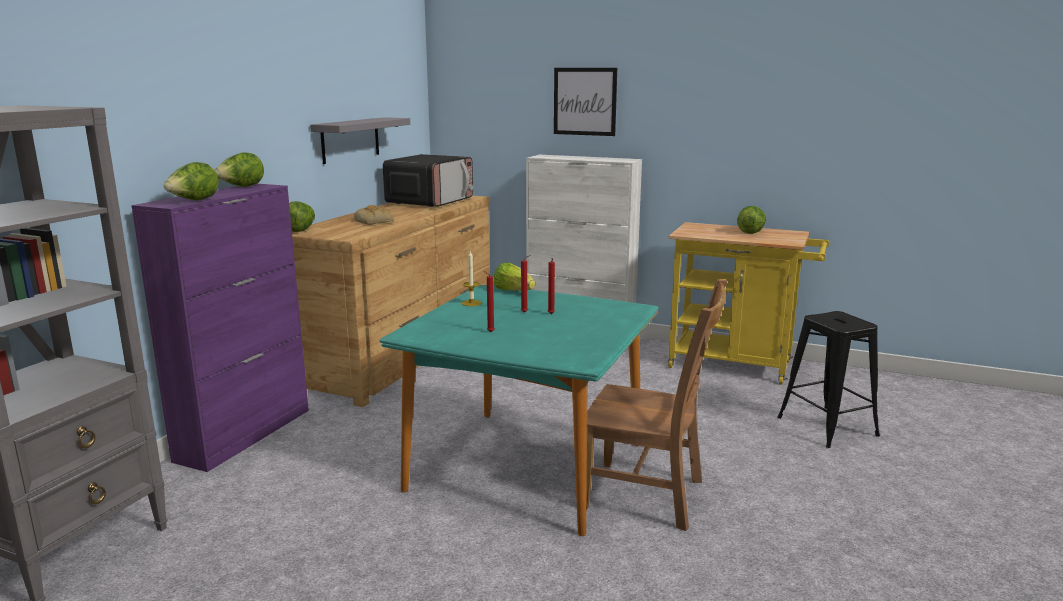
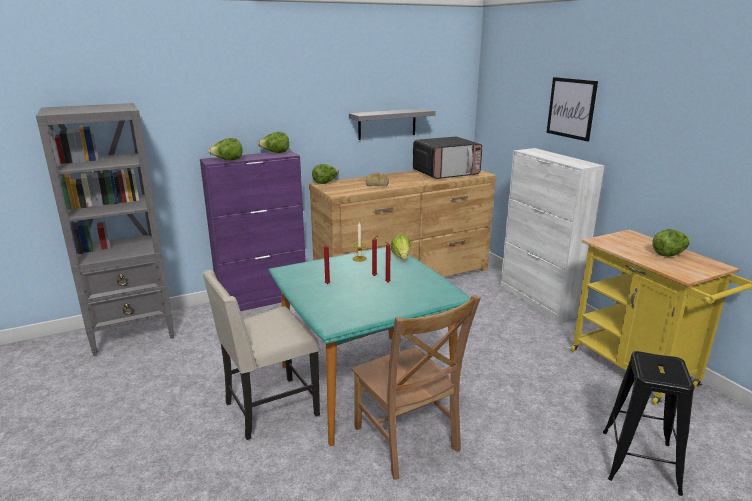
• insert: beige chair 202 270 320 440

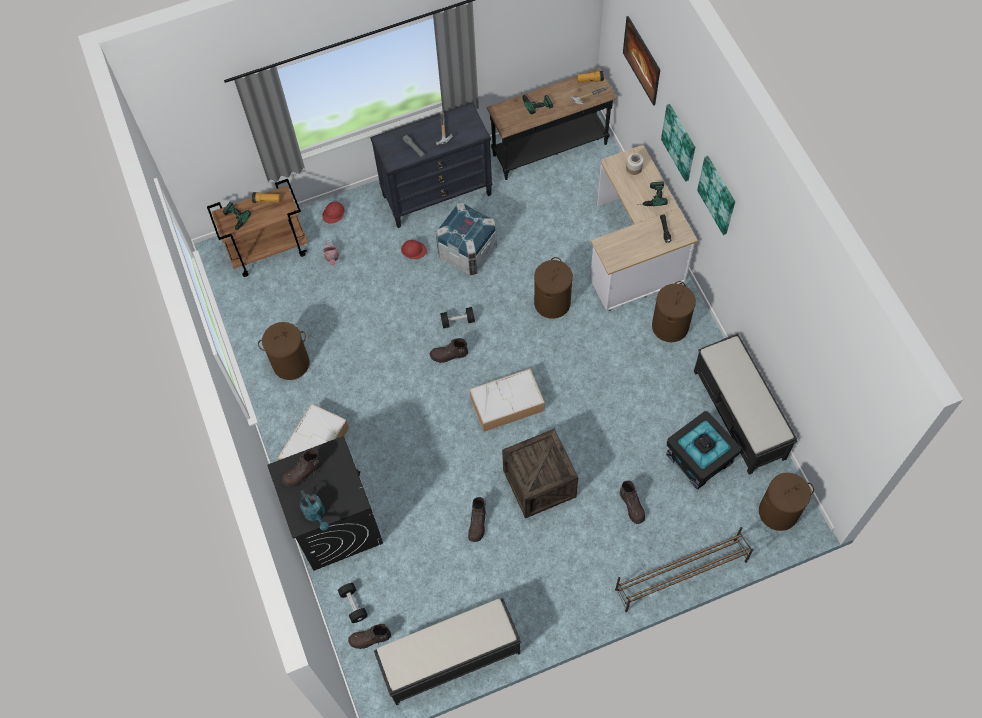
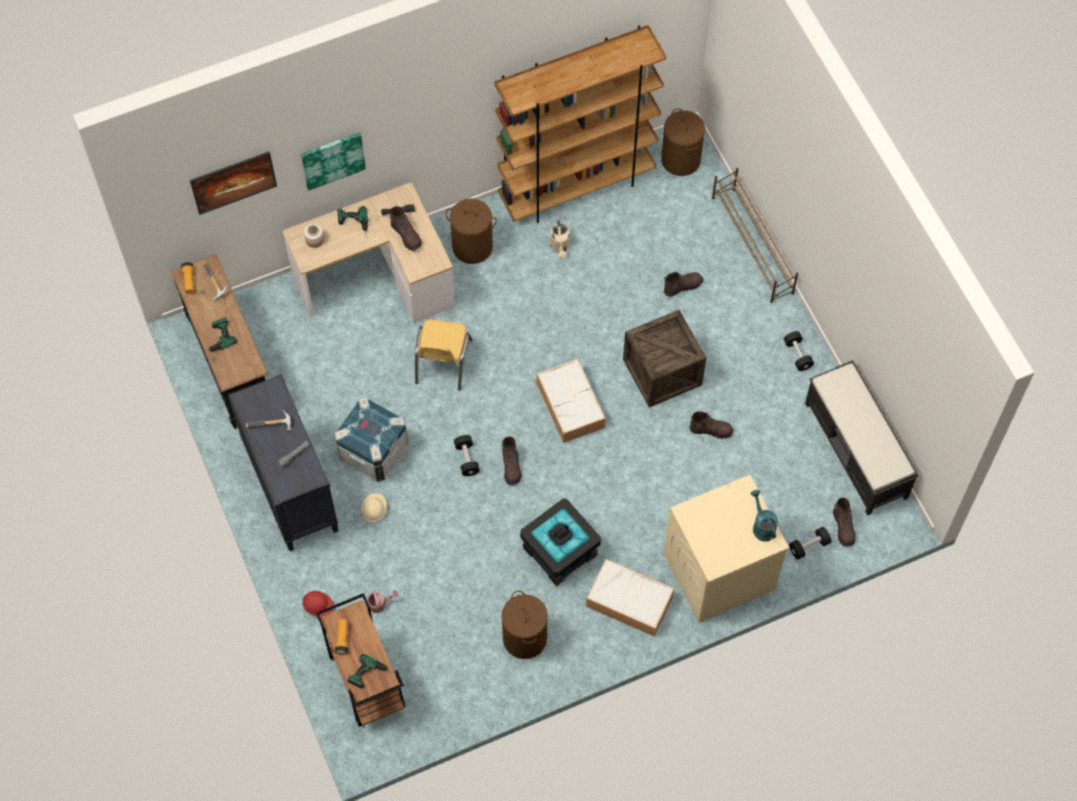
• delete: picture 697 156 735 235
• insert: beige watering can 550 218 570 259
• insert: black dumbbell 784 331 814 371
• move: brown boot 282 449 322 487 to 389 206 422 251
• move: black storage box 666 411 741 490 to 520 498 601 586
• replace: brown laundry basket 534 257 573 319 to yellow chair 415 319 472 391
• replace: black bench 694 333 798 475 to brown bookcase 495 25 666 223
• recolor: black washing machine 267 436 383 571 to beige washing machine 664 475 789 623
• recolor: red hard hat 401 240 427 259 to beige hard hat 361 493 387 522
• rotate: turquoise watering can 300 490 329 531 = 750 490 778 541 75 degrees counterclockwise

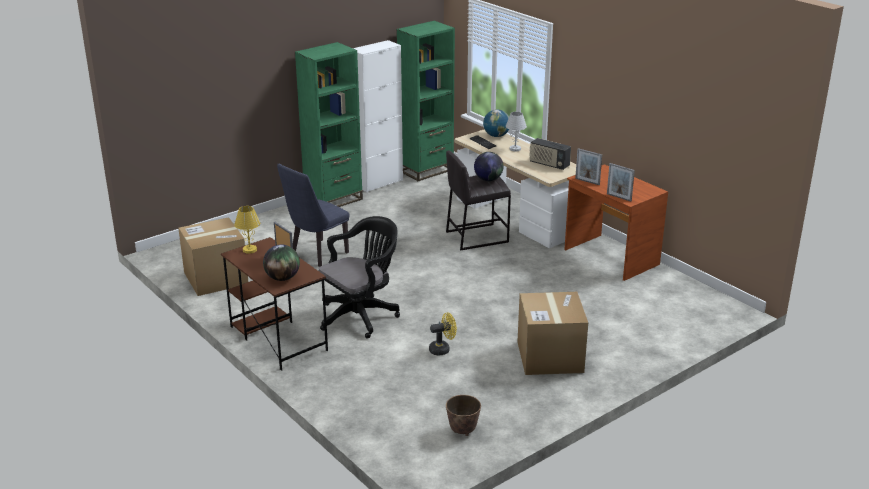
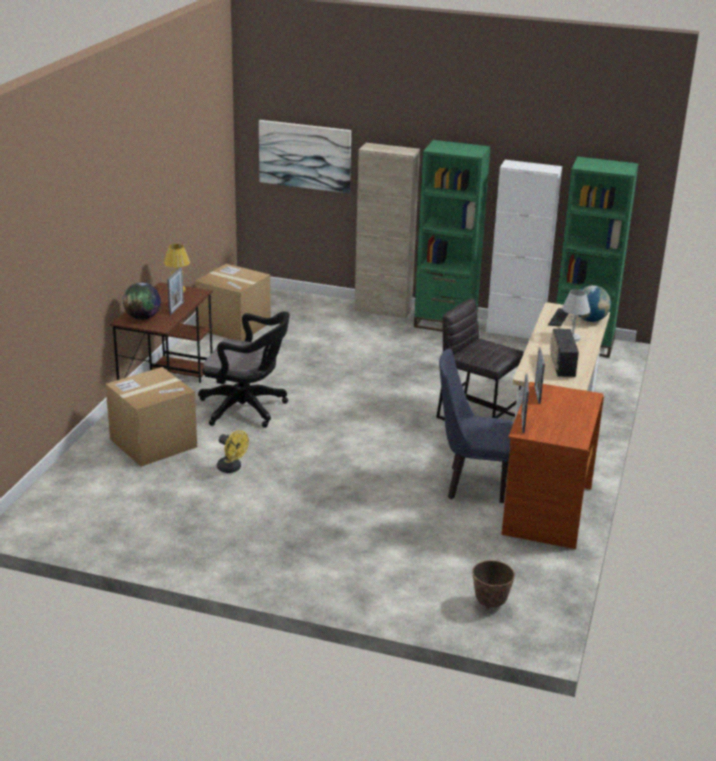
• delete: globe 474 152 504 181
• insert: picture 259 120 351 193
• insert: beige cabinet 354 143 420 319
• move: blue chair 277 163 350 267 to 439 349 513 503
• move: planter 446 395 481 436 to 472 560 515 610
• move: cardboard box 517 292 588 375 to 105 367 197 467

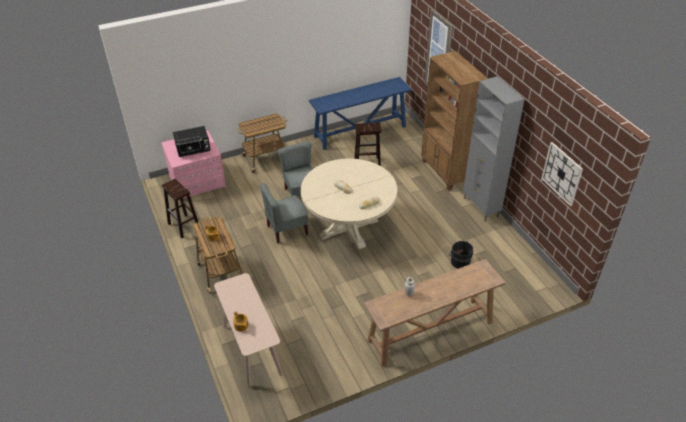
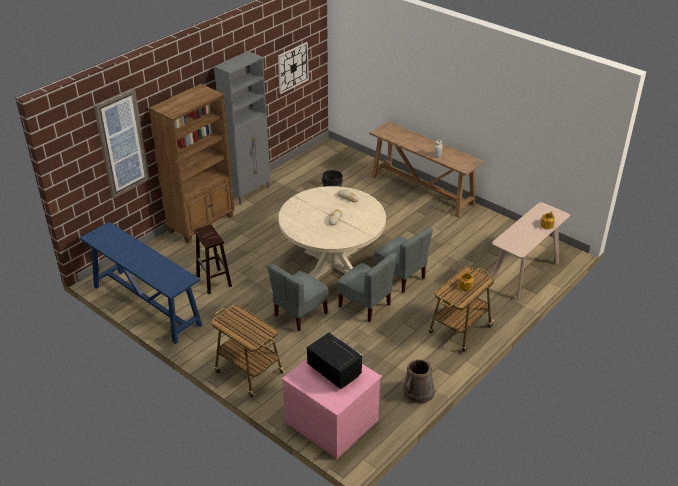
• insert: grey chair 374 227 433 293
• replace: brown stool 161 179 199 238 to brown bucket 403 360 435 403

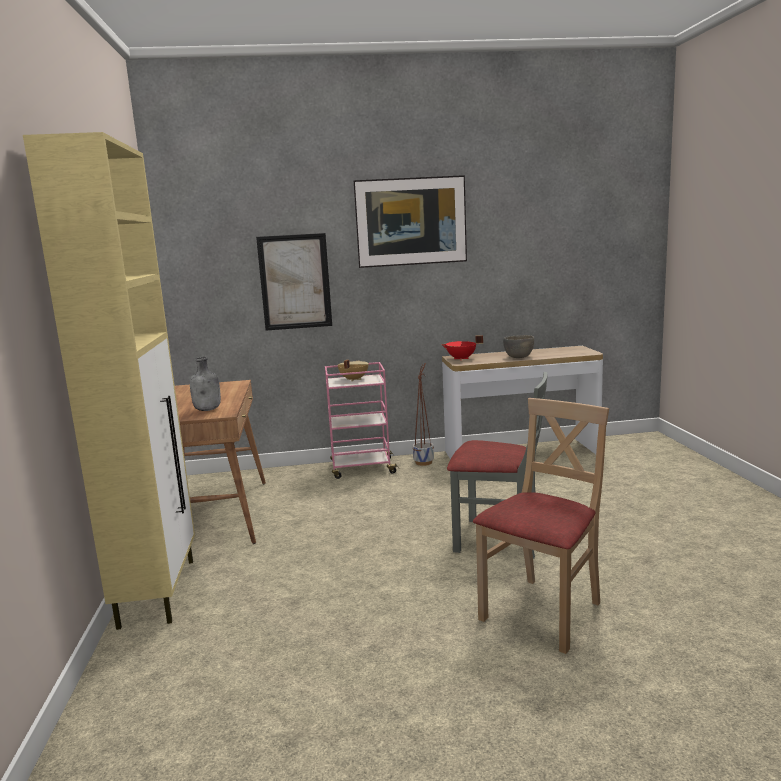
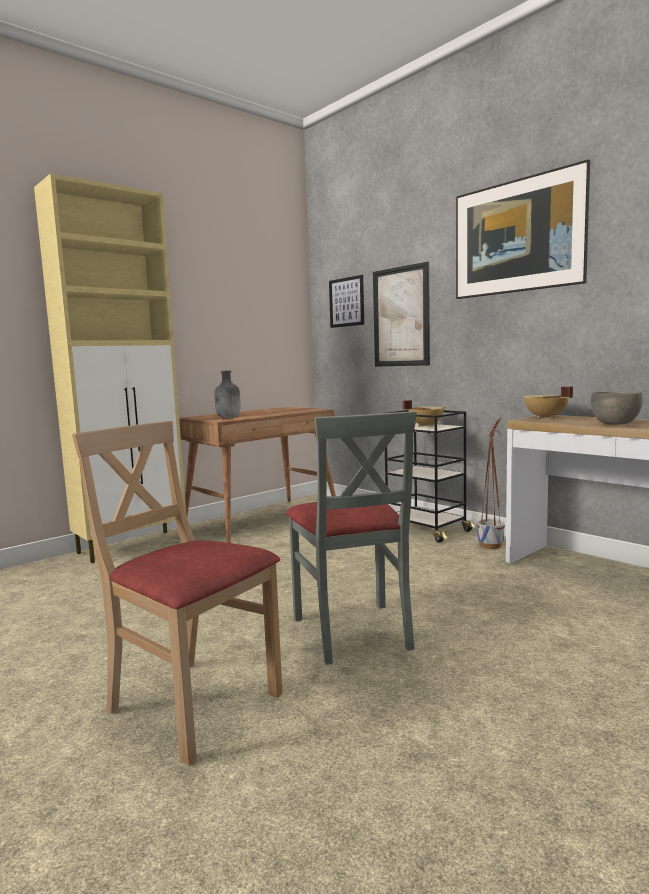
• insert: picture 329 275 364 328
• recolor: pink cart 325 362 399 479 to black cart 385 410 475 543
• recolor: red cooking pot 442 335 483 360 to beige cooking pot 524 386 573 419
• rotate: beige chair 473 398 609 654 = 72 421 283 766 150 degrees counterclockwise

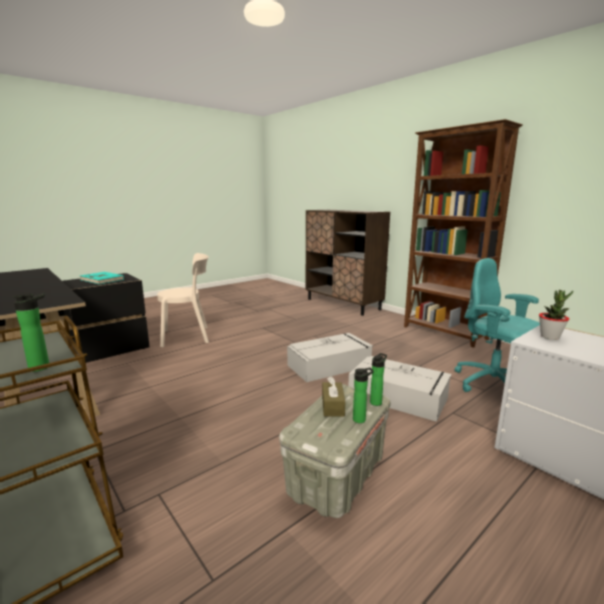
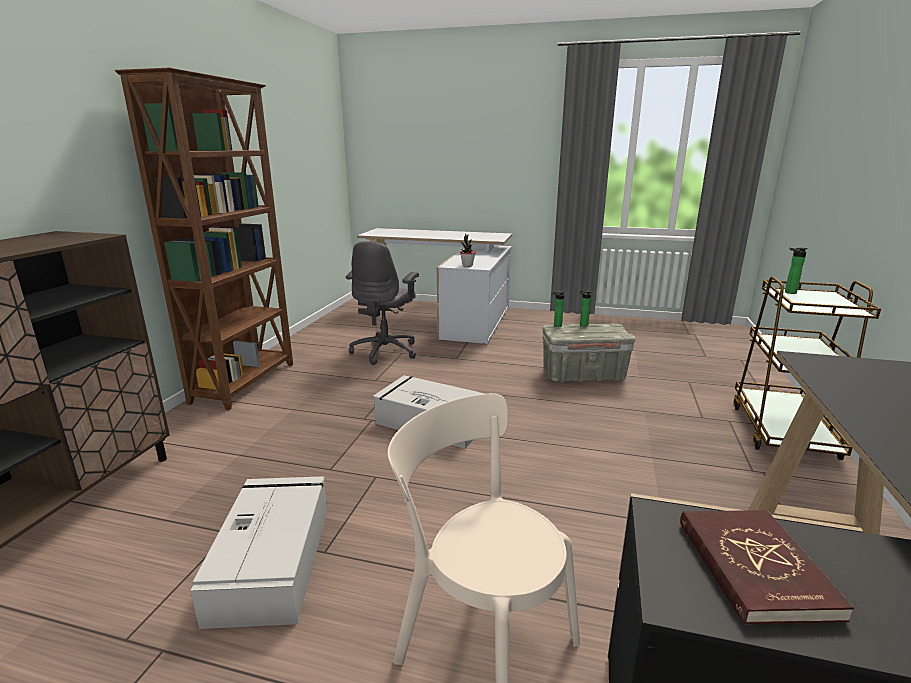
• delete: brown tissue box 322 376 345 417
• move: grey storage box 348 356 452 422 to 190 476 327 629
• recolor: turquoise book 80 272 124 284 to red book 680 510 854 625
• recolor: turquoise office chair 455 258 540 392 to grey office chair 346 241 419 365

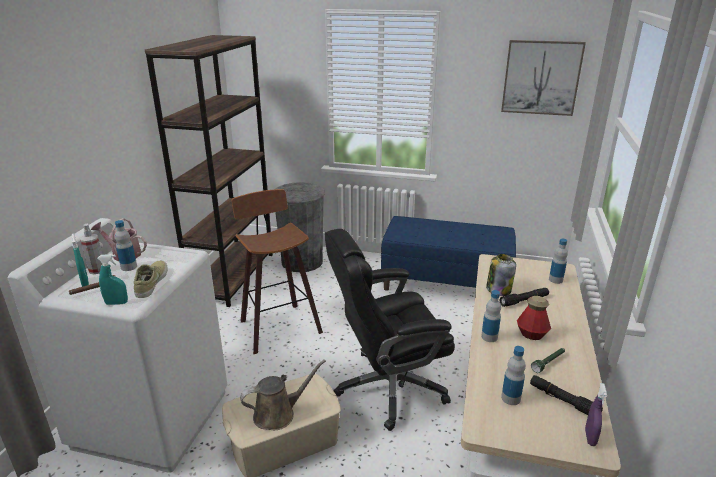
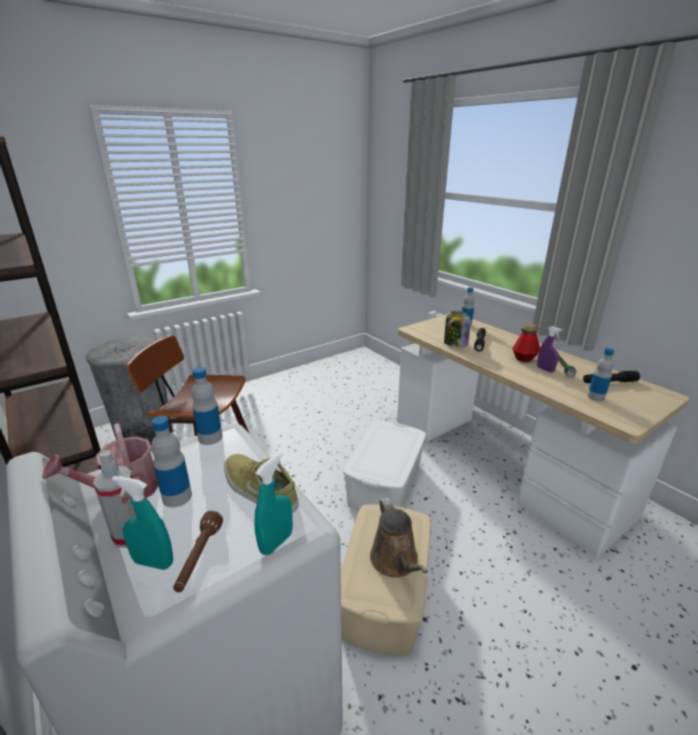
• delete: blue bench 381 216 516 291
• delete: picture 501 40 586 116
• move: bottle 481 290 501 342 to 191 367 222 445
• move: purple spray bottle 585 383 607 446 to 537 326 563 372
• replace: black office chair 325 229 455 431 to white storage box 343 421 426 511
• rotate: brown watering can 240 360 326 430 = 370 498 428 577 150 degrees clockwise

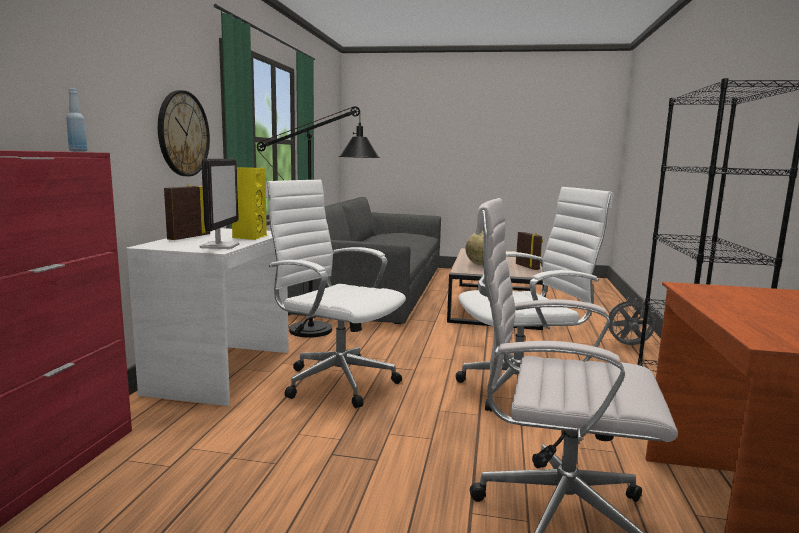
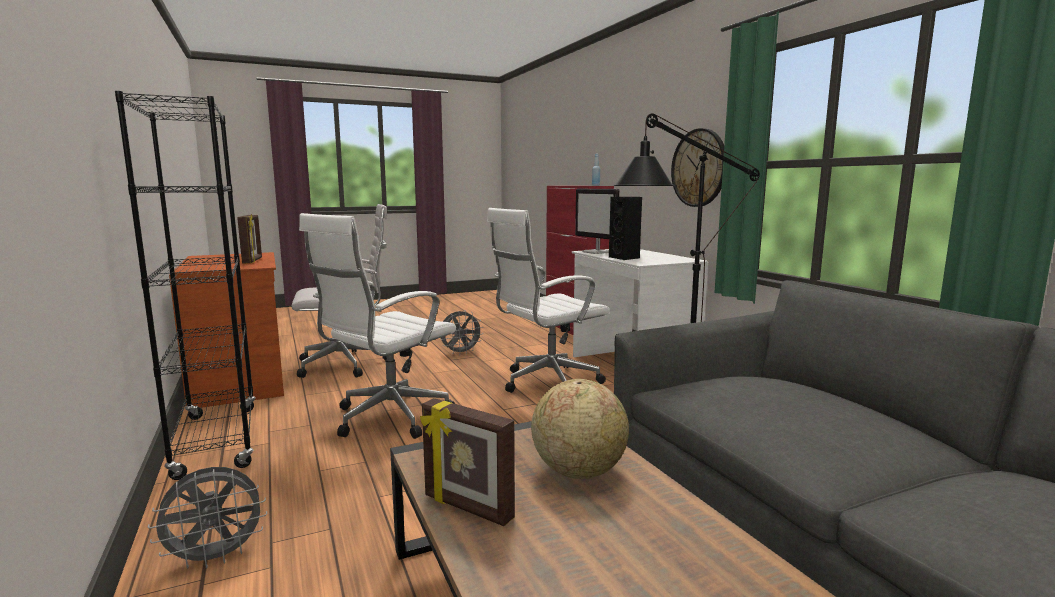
• insert: grey fan 441 310 483 354
• move: picture frame 164 184 210 240 to 237 214 262 263
• recolor: yellow speaker 232 167 267 240 to black speaker 609 197 642 260
• rotate: white office chair 265 180 406 408 = 487 208 610 393 150 degrees clockwise

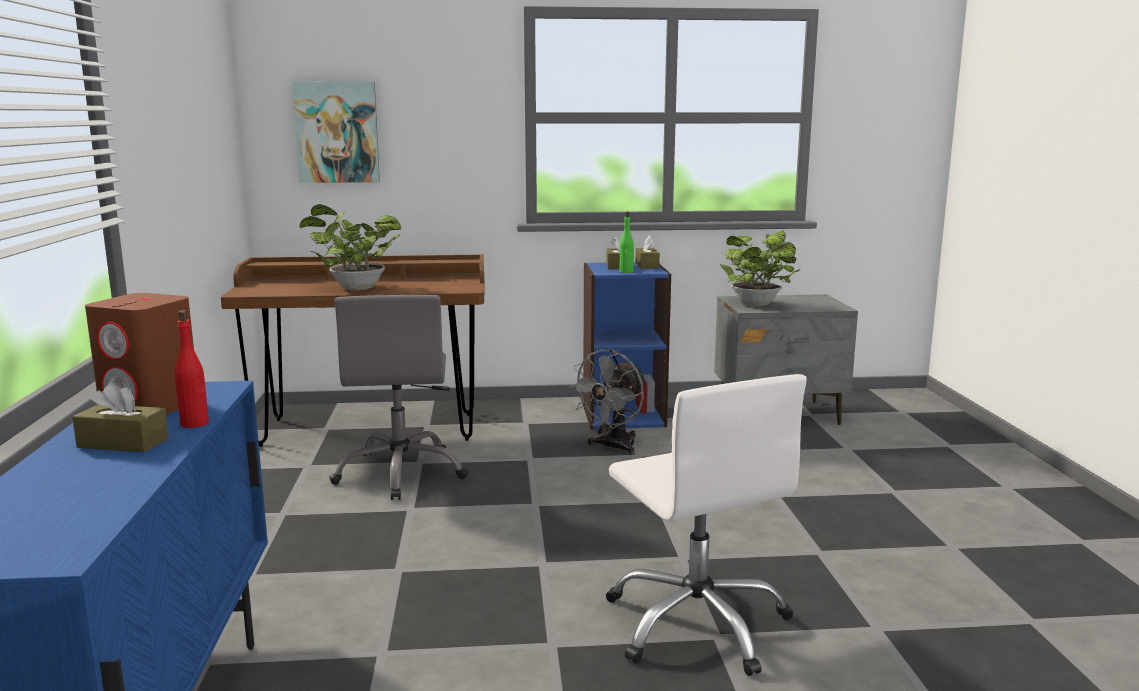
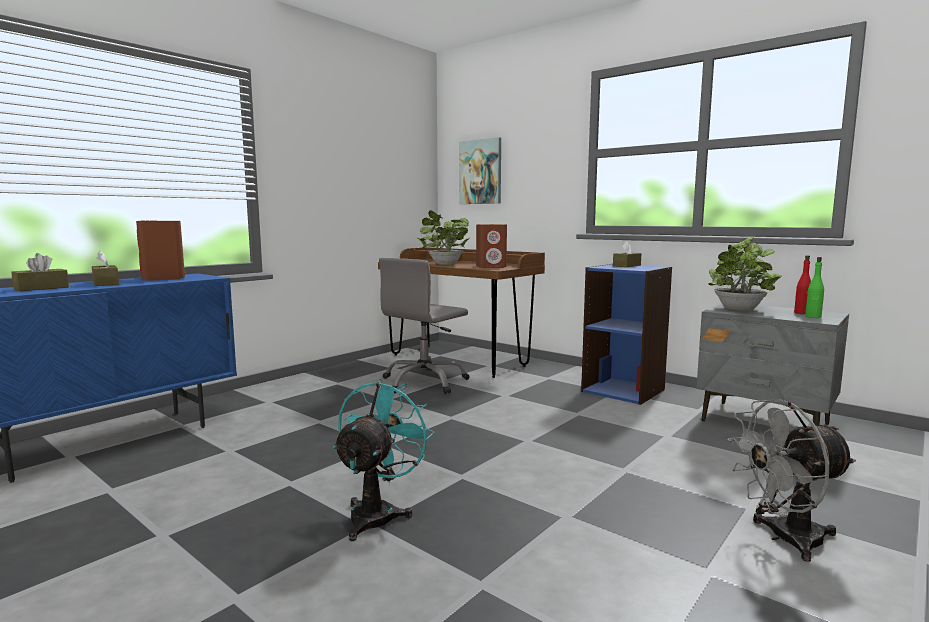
• insert: brown speaker 476 224 507 268
• move: red bottle 175 310 209 428 to 794 255 811 314
• move: grey fan 568 349 646 455 to 727 399 856 562
• move: green bottle 619 211 634 273 to 805 257 824 318
• move: brown tissue box 635 236 660 269 to 11 253 69 291
• replace: white office chair 606 374 807 676 to turquoise fan 333 378 434 541

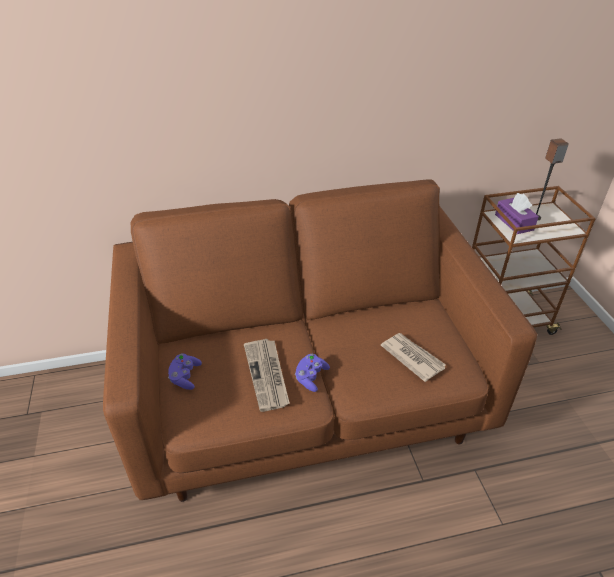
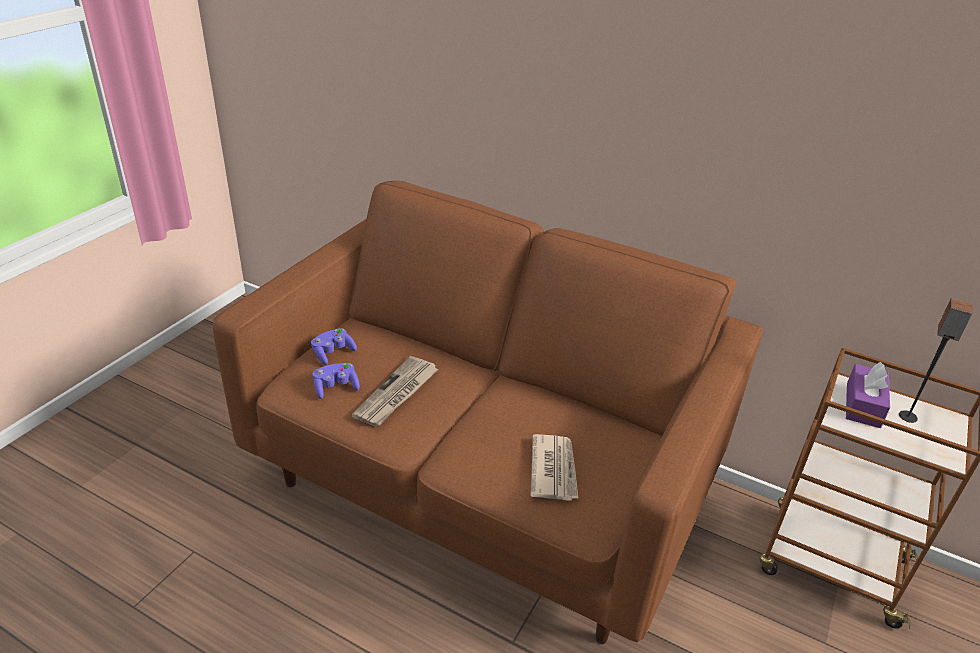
• move: purple game controller 295 354 330 392 to 312 363 360 399

